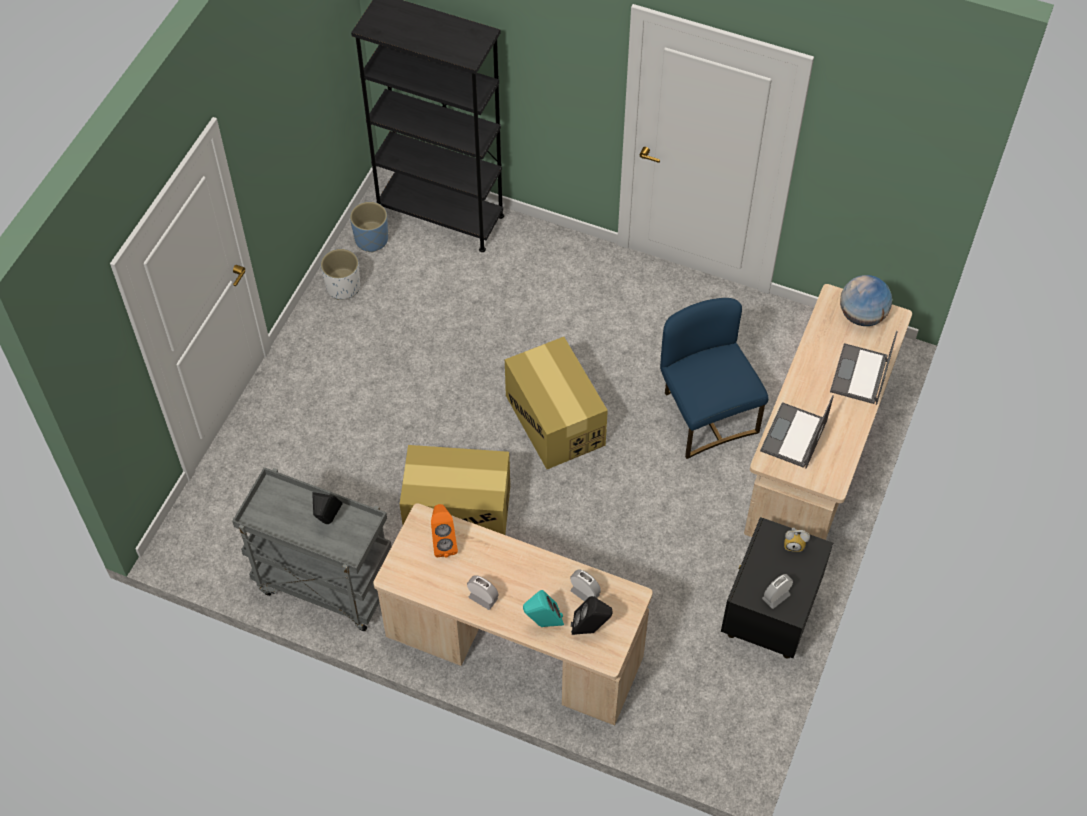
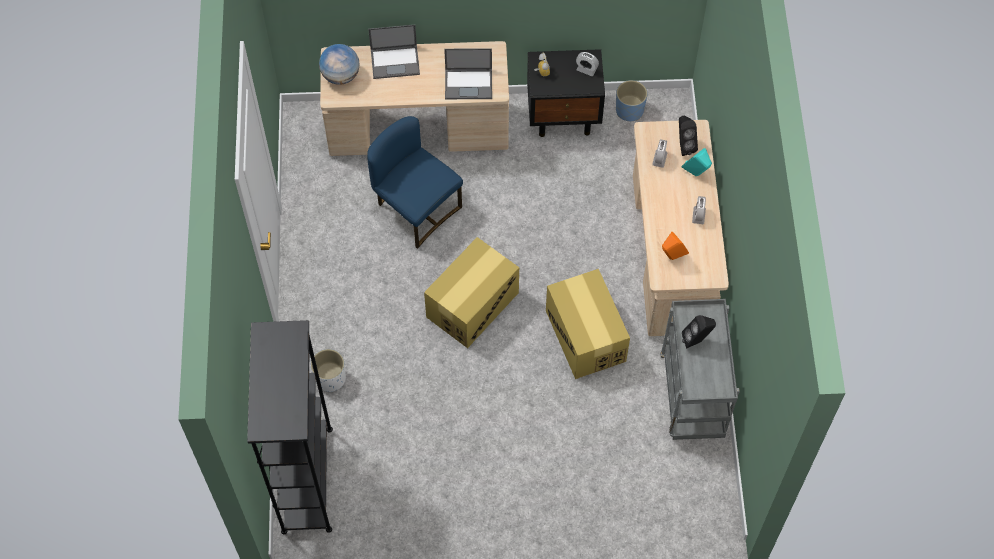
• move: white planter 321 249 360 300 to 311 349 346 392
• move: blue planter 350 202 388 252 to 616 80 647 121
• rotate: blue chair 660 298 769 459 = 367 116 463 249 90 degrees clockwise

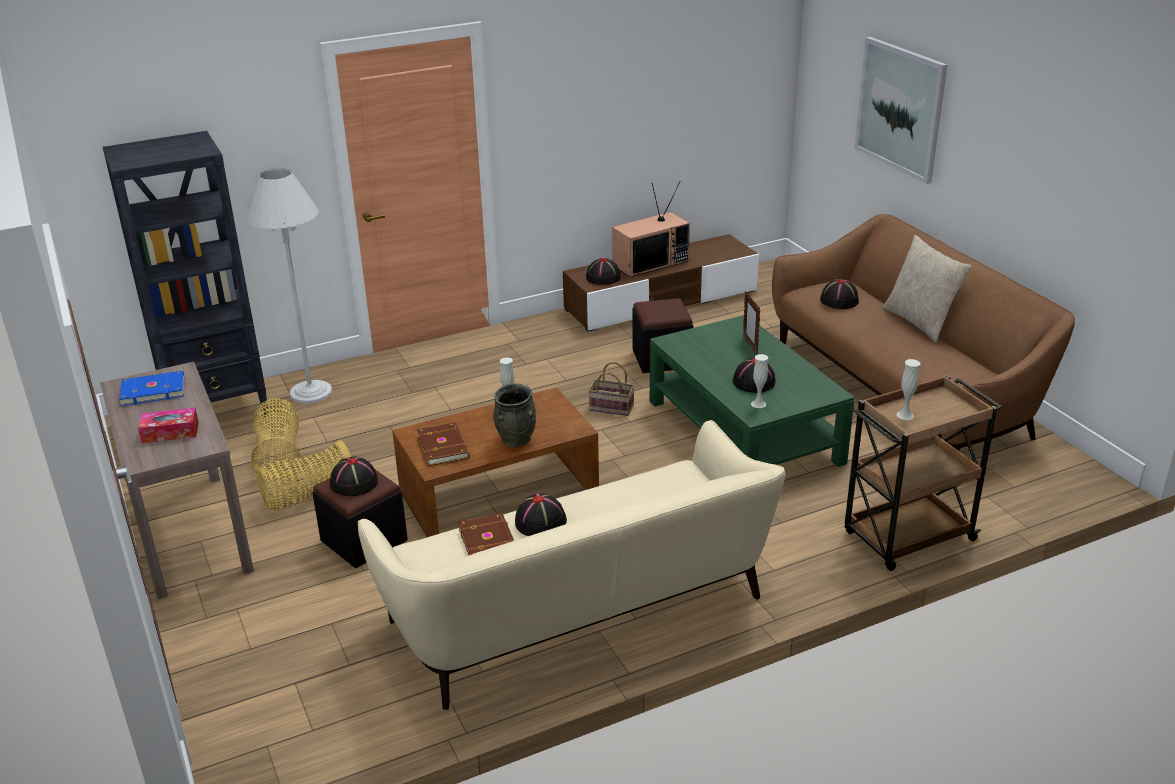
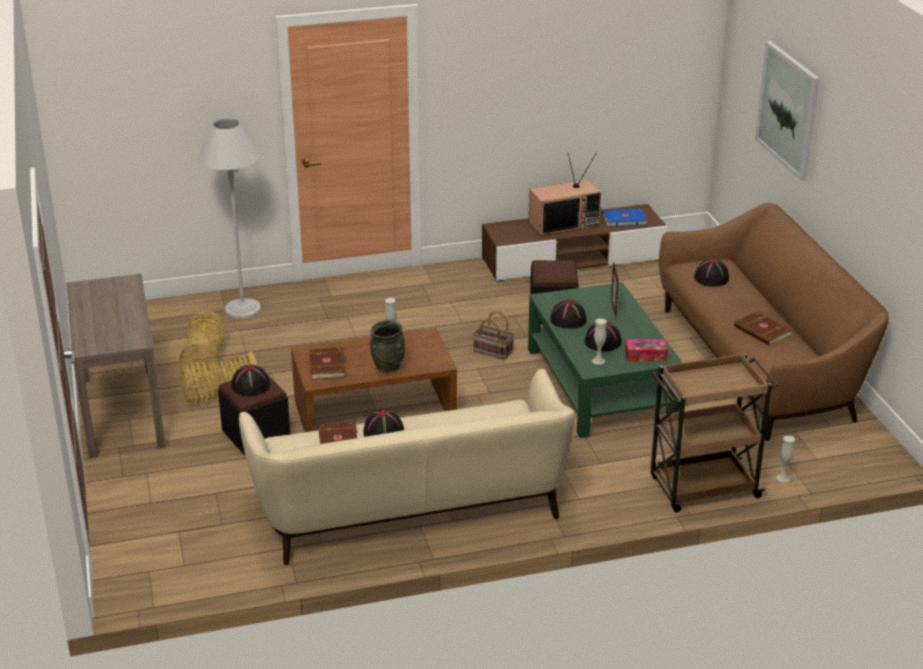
• delete: black bookcase 103 131 268 417
• delete: beige pillow 883 235 972 342
• insert: brown book 734 312 792 346
• move: blue book 119 371 184 406 to 603 209 647 227
• move: tissue box 138 408 199 443 to 625 339 668 362
• move: black hat 586 258 621 285 to 550 300 587 329
• move: white vase 896 359 920 420 to 777 436 795 482

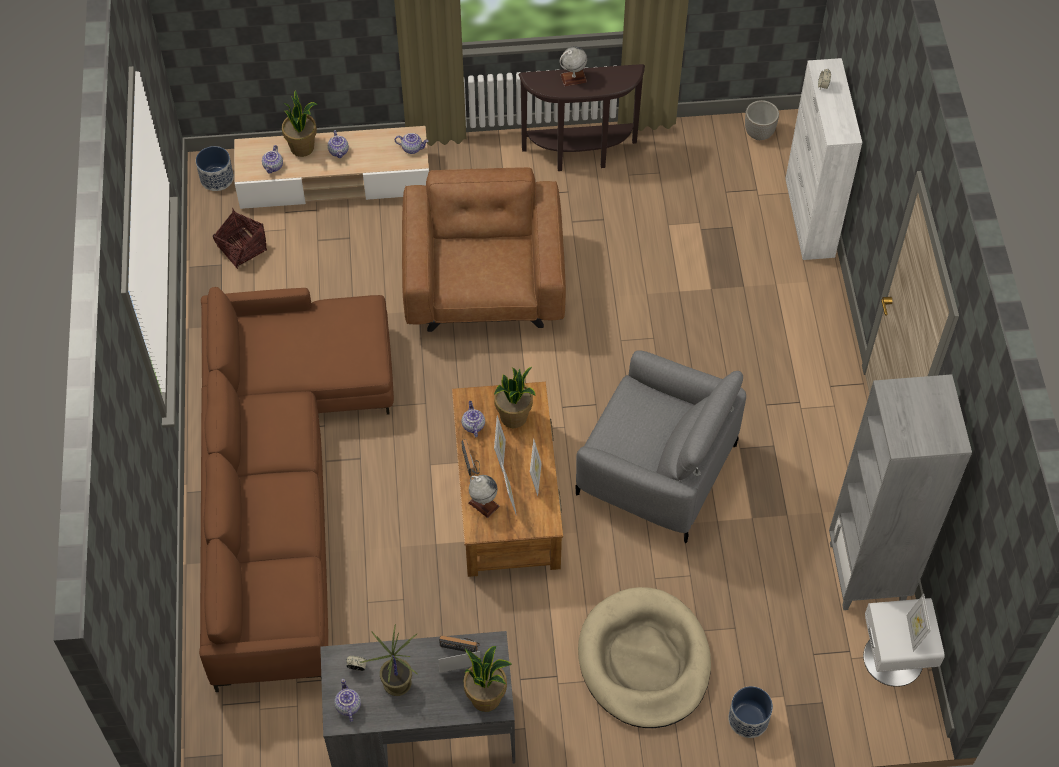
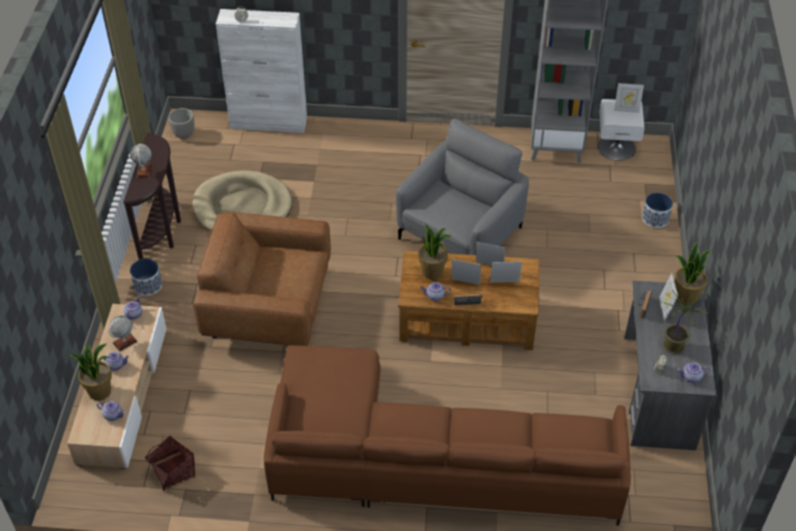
• move: planter 196 146 234 191 to 130 259 162 296
• move: globe 468 475 499 518 to 109 316 137 351
• move: beige dog bed 578 587 711 728 to 193 170 292 231

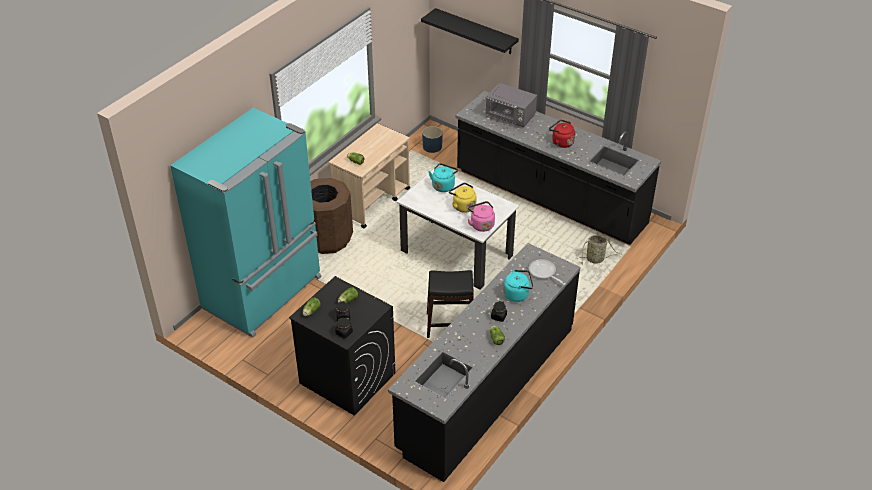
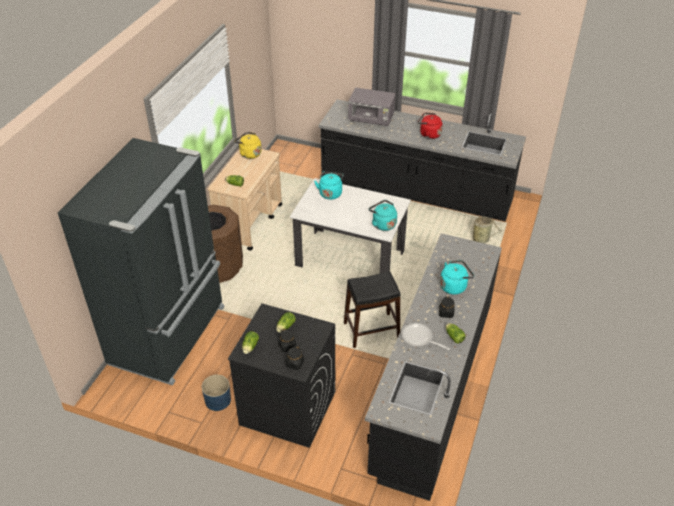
• delete: black shelf 421 8 519 54
• move: blue planter 422 126 443 153 to 202 375 231 411
• move: yellow kettle 449 183 477 213 to 234 132 261 159
• move: frying pan 529 259 565 285 to 401 323 450 350
• recolor: turquoise fridge 170 108 321 338 to black fridge 58 138 224 386
• recolor: pink kettle 468 201 495 232 to turquoise kettle 369 200 397 231

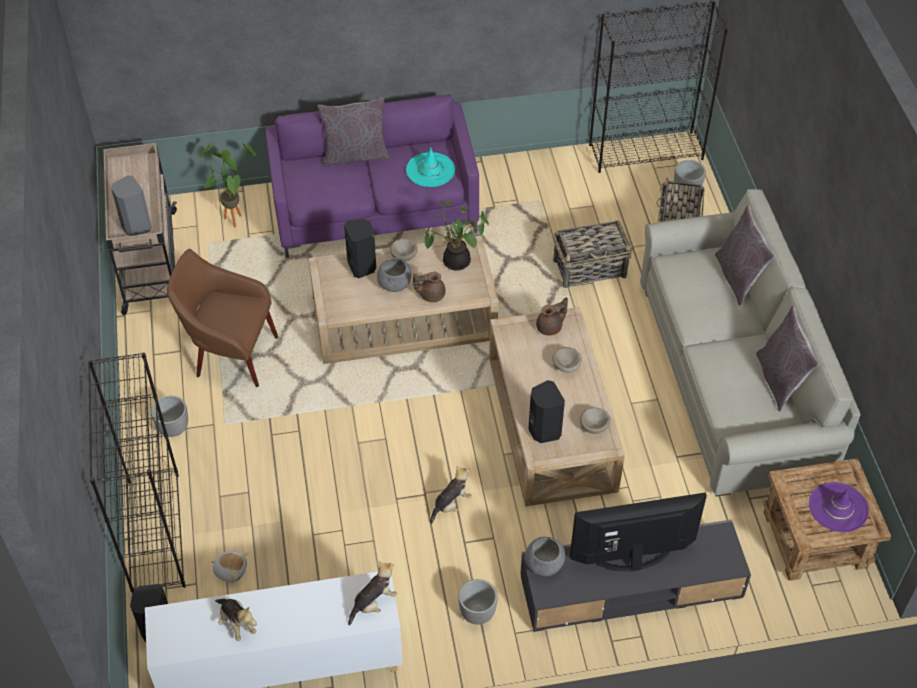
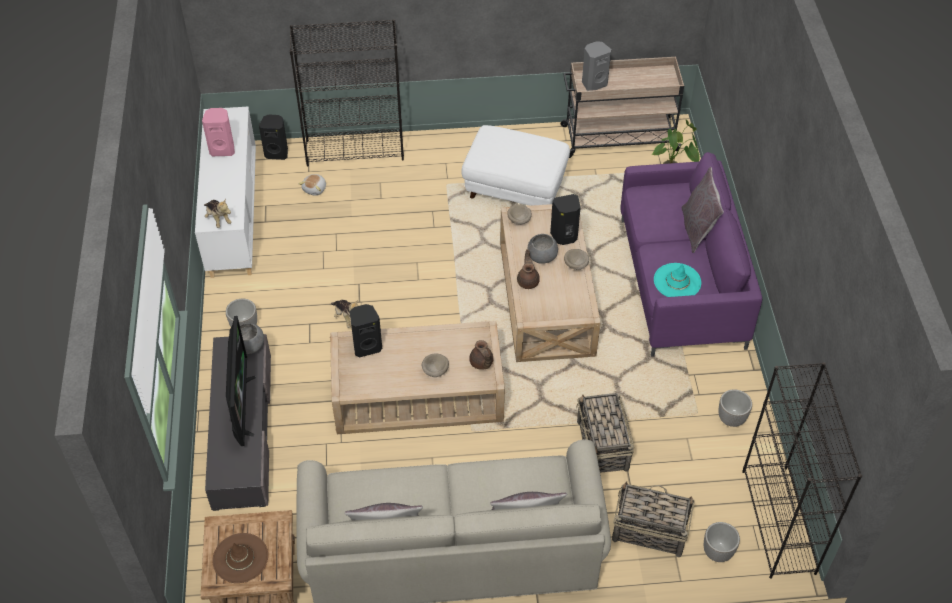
• delete: potted plant 424 200 489 271
• move: planter 151 396 188 437 to 718 389 752 427
• move: beige bowl 580 407 611 434 to 507 204 532 225
• replace: brown armchair 167 249 278 387 to white ottoman 461 125 570 206
• replace: plush toy 215 598 257 641 to pink speaker 202 108 235 156
• recolor: purple hat 809 482 869 532 to brown hat 212 533 268 583

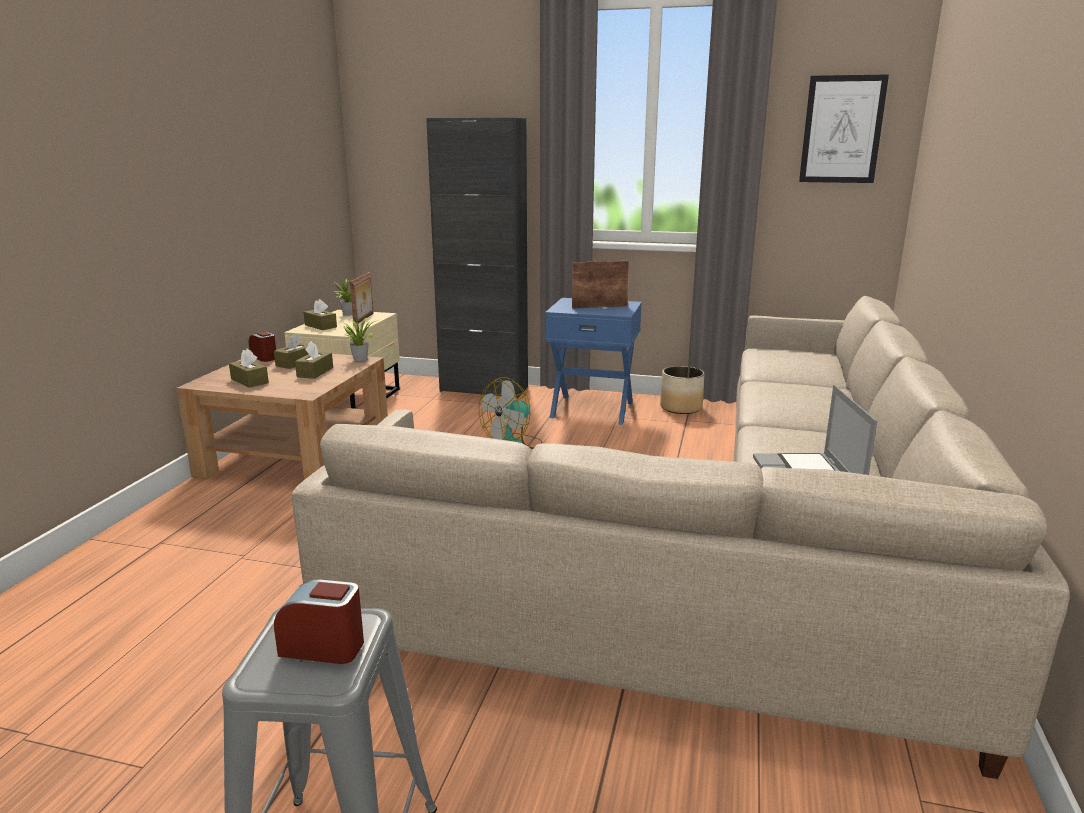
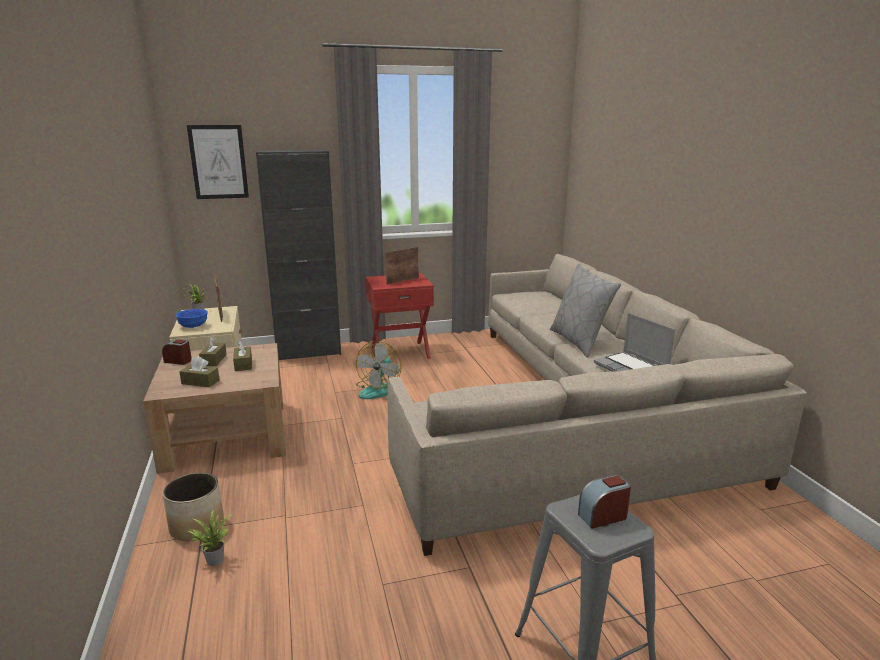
• insert: grey pillow 550 264 621 358
• move: potted plant 342 317 376 361 to 188 510 233 566
• move: planter 660 366 705 414 to 163 472 224 541
• move: picture 799 75 889 183 to 187 125 249 199
• replace: brown tissue box 304 299 337 330 to blue bowl 176 309 208 328
• recolor: blue nightstand 545 298 642 425 to red nightstand 365 273 434 359

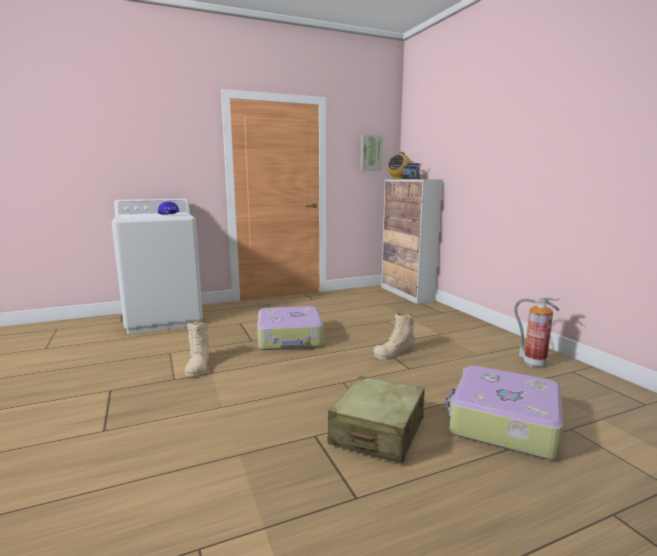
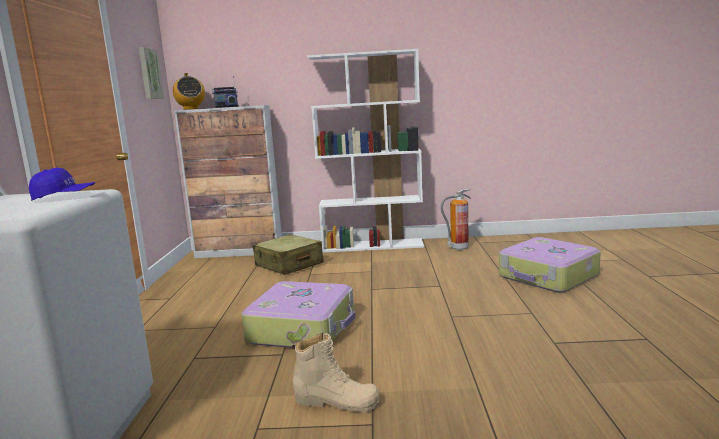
• delete: beige boot 373 312 415 360
• insert: white bookcase 307 49 424 252
• move: beige suitcase 328 376 424 463 to 253 234 324 275

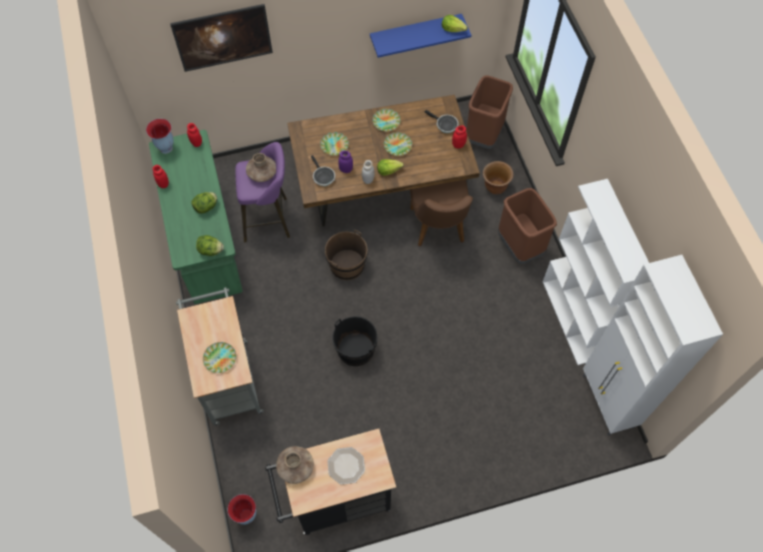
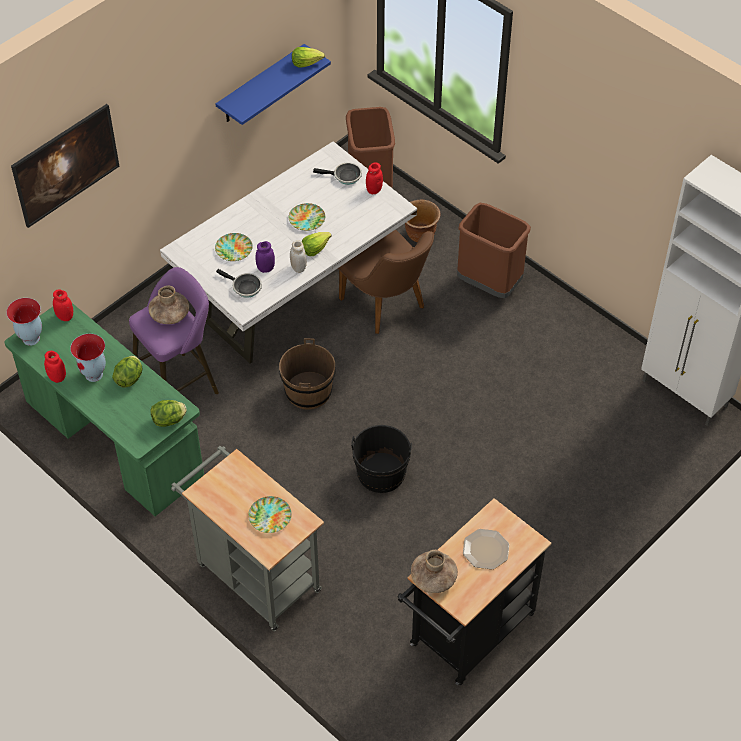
• delete: plate 372 109 401 131
• delete: white bookcase 543 179 649 365
• move: vase 228 494 256 525 to 70 334 106 382
• recolor: brown dining table 287 95 480 227 to white dining table 160 141 417 364

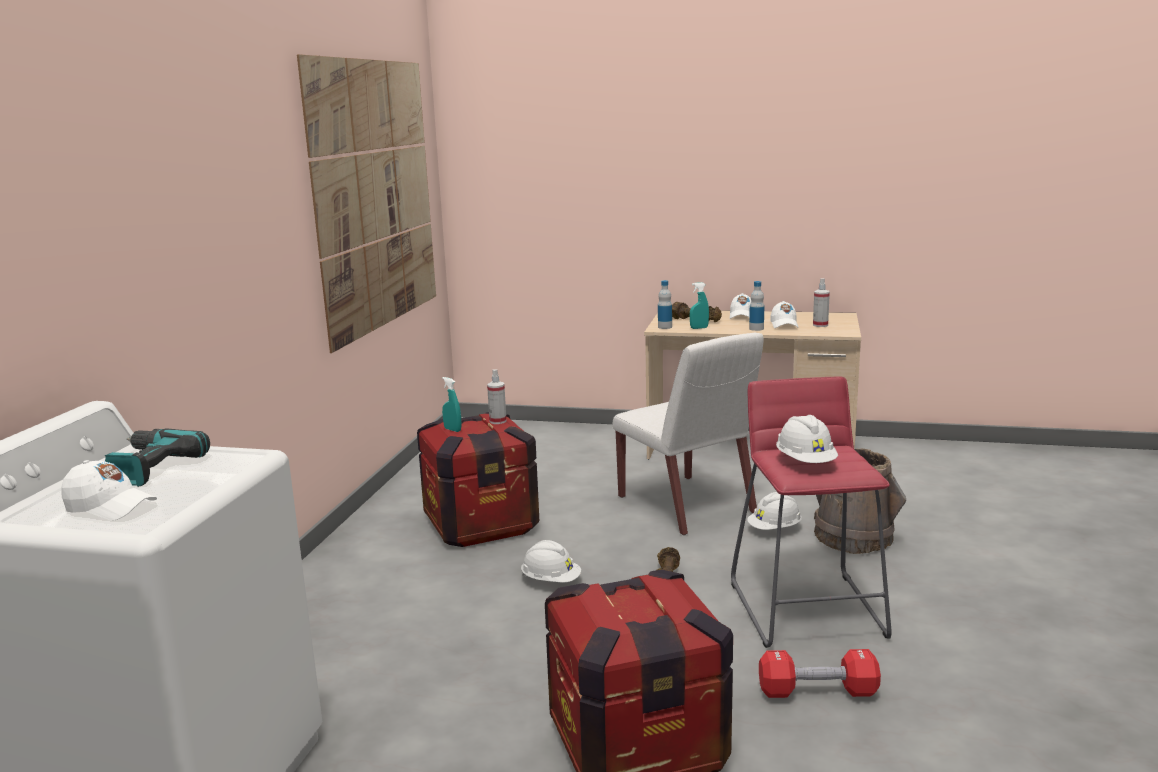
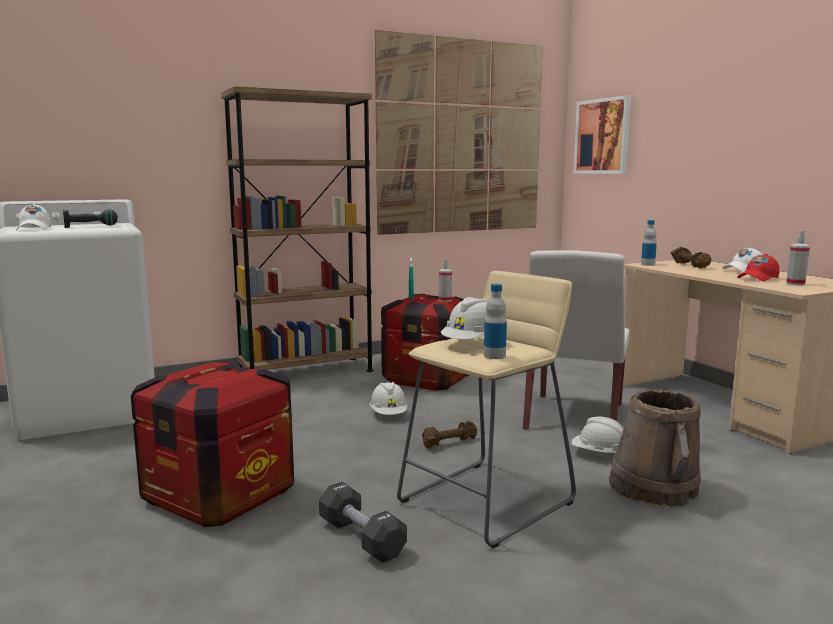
• delete: turquoise spray bottle 690 282 709 329
• insert: brown bookcase 221 86 374 372
• insert: picture 573 95 631 174
• move: bottle 749 281 764 331 to 484 284 507 359
• recolor: red stool 731 377 892 648 to beige stool 397 271 576 548
• recolor: red dumbbell 759 649 881 698 to black dumbbell 319 482 407 563
• recolor: white cap 770 301 799 328 to red cap 737 254 780 282

